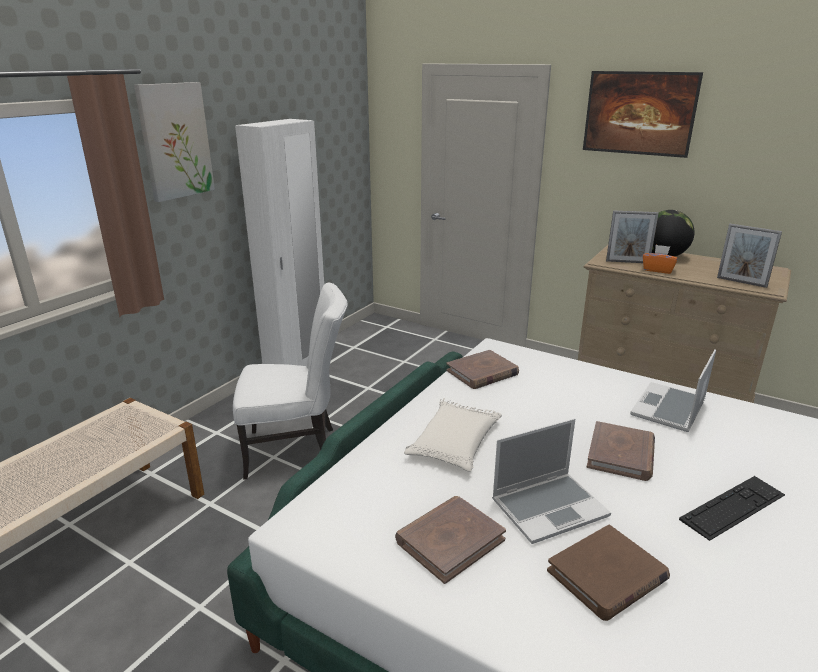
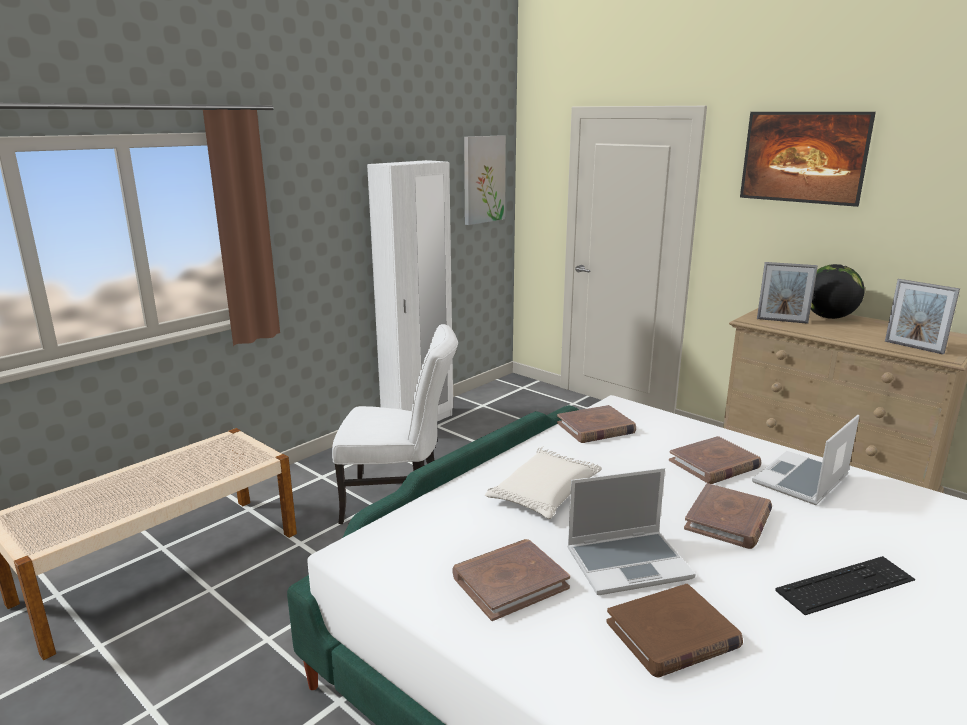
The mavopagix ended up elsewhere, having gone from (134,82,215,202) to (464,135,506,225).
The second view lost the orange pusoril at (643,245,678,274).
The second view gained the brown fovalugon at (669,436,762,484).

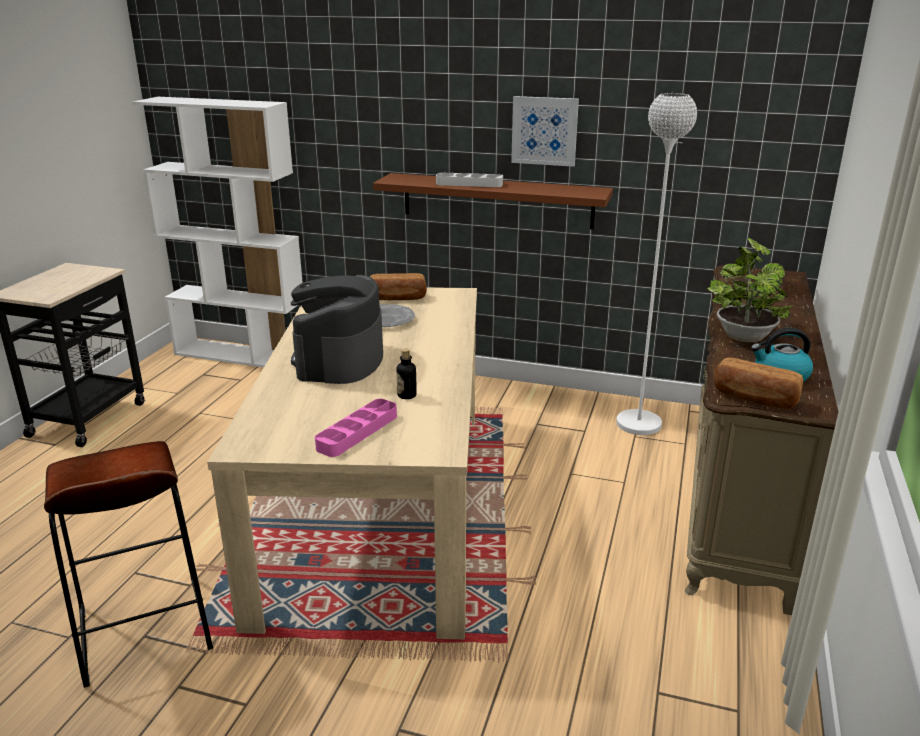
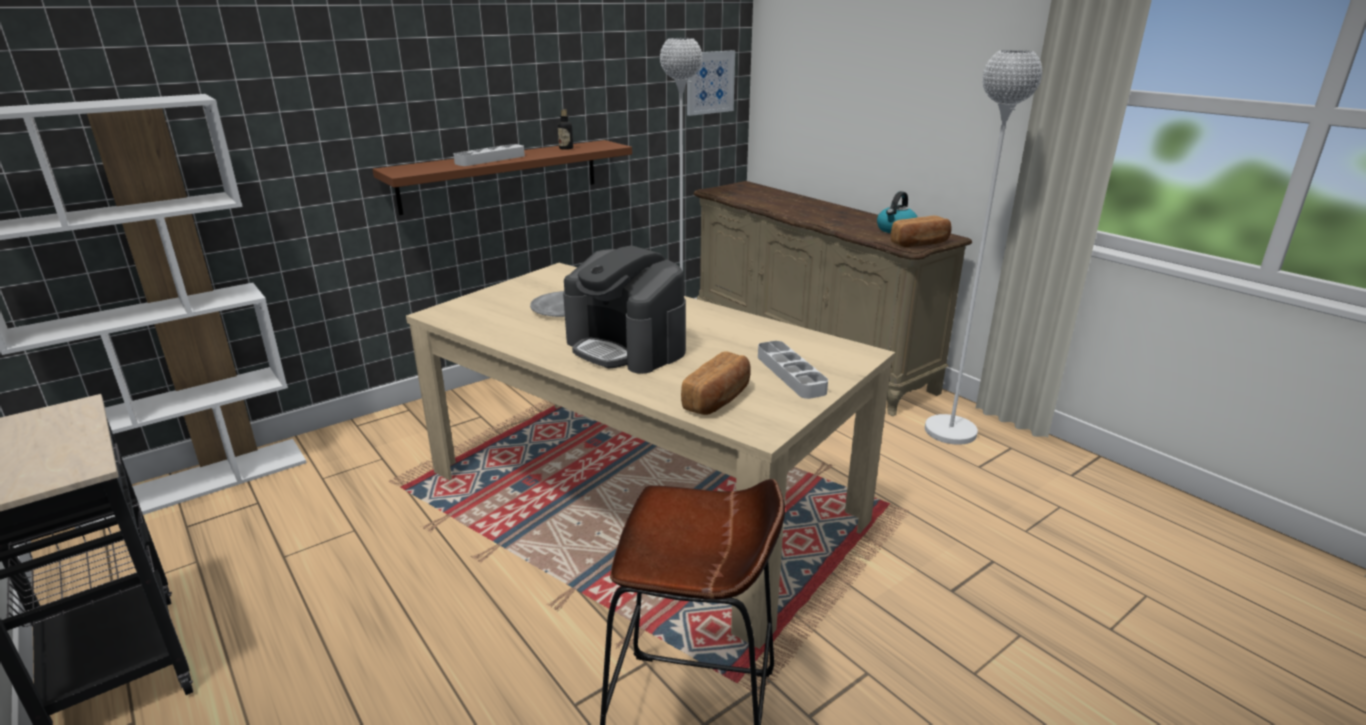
What was the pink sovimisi at (315,399,397,457) turned into the grey sovimisi at (758,341,828,399).
The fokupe ended up elsewhere, having gone from (370,273,427,300) to (681,351,751,415).
The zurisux ended up elsewhere, having gone from (396,349,417,399) to (558,110,573,150).
The mavopagix ended up elsewhere, having gone from (511,96,579,167) to (687,50,735,116).
The second view lost the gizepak at (707,238,795,342).
The second view gained the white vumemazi at (925,50,1042,445).

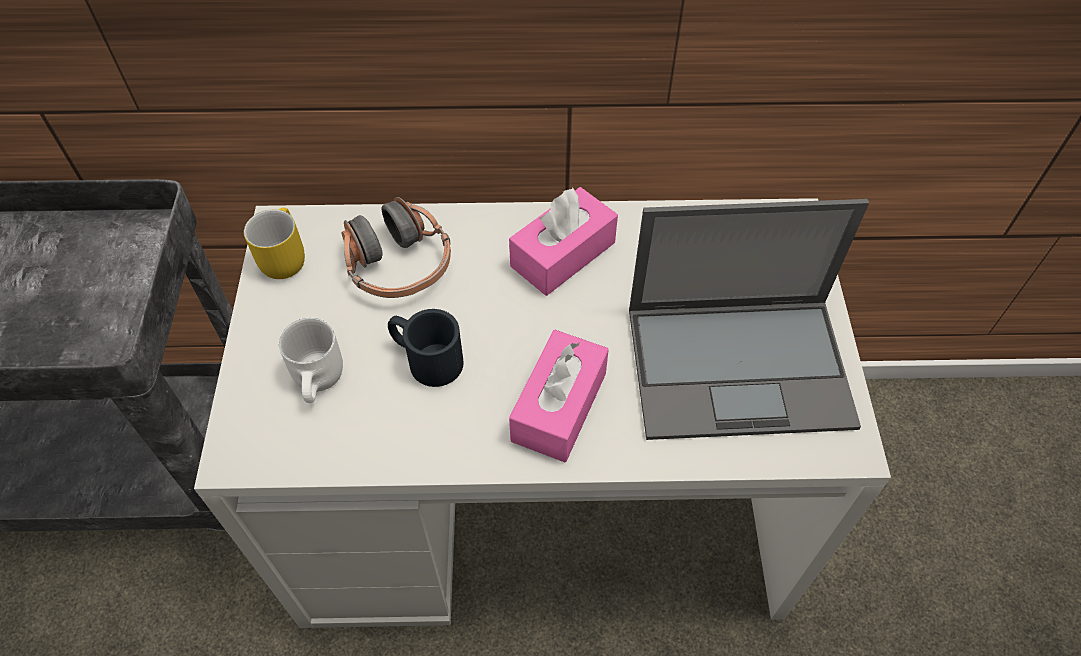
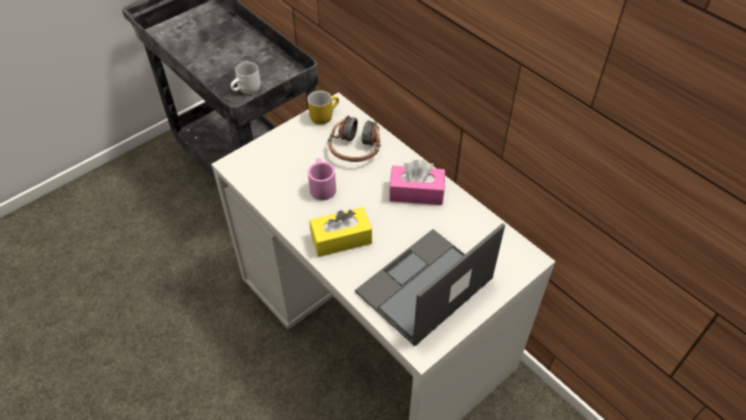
The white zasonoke ended up elsewhere, having gone from (279,318,343,403) to (230,62,261,94).
What was the black zasonoke at (388,309,464,387) turned into the pink zasonoke at (308,158,336,200).
What was the pink pusoril at (509,330,609,462) turned into the yellow pusoril at (309,207,372,257).
The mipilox at (629,199,869,440) ended up facing another way, 90 degrees clockwise from before.

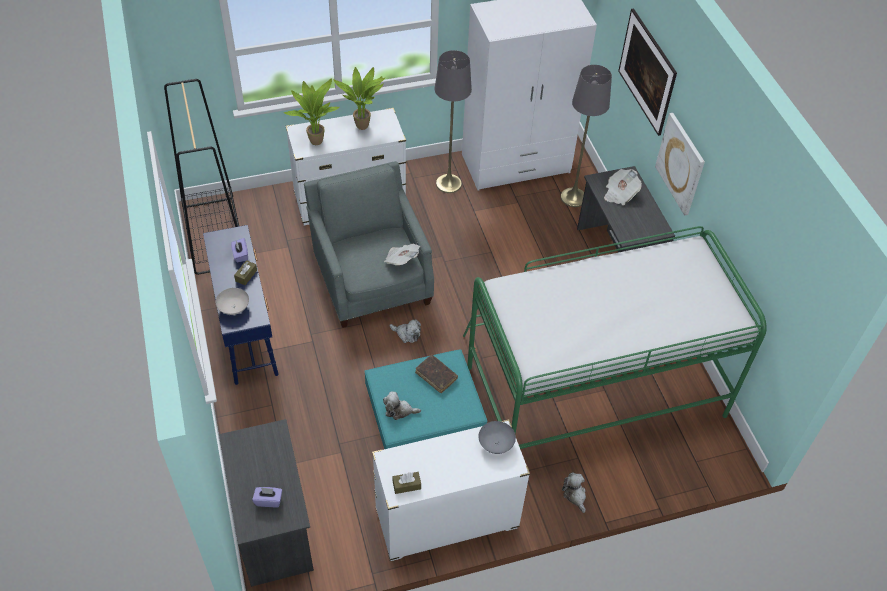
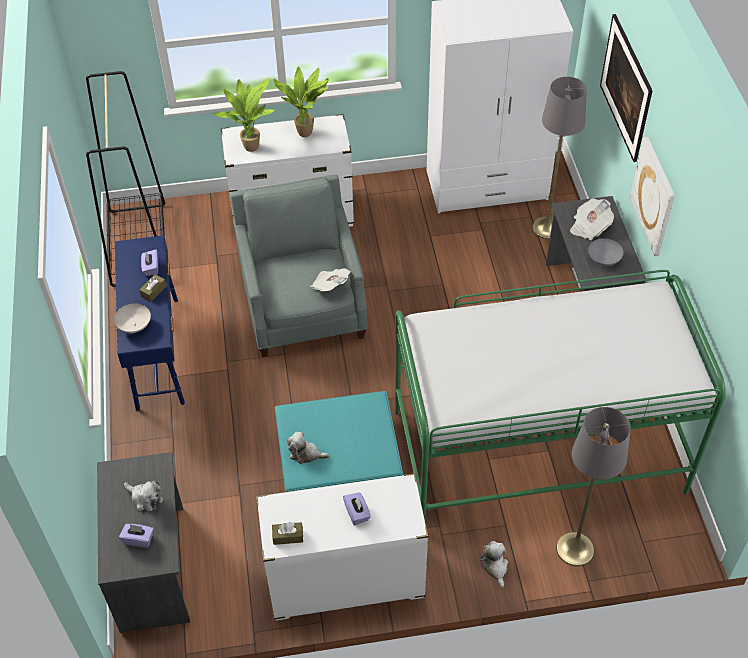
The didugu ended up elsewhere, having gone from (390,319,421,343) to (124,481,164,511).
The second view lost the brown fovalugon at (415,355,458,393).
The grey vumemazi ended up elsewhere, having gone from (435,50,472,193) to (556,407,630,566).
The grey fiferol ended up elsewhere, having gone from (479,421,516,454) to (588,238,624,266).
The second view gained the purple pusoril at (343,493,371,525).

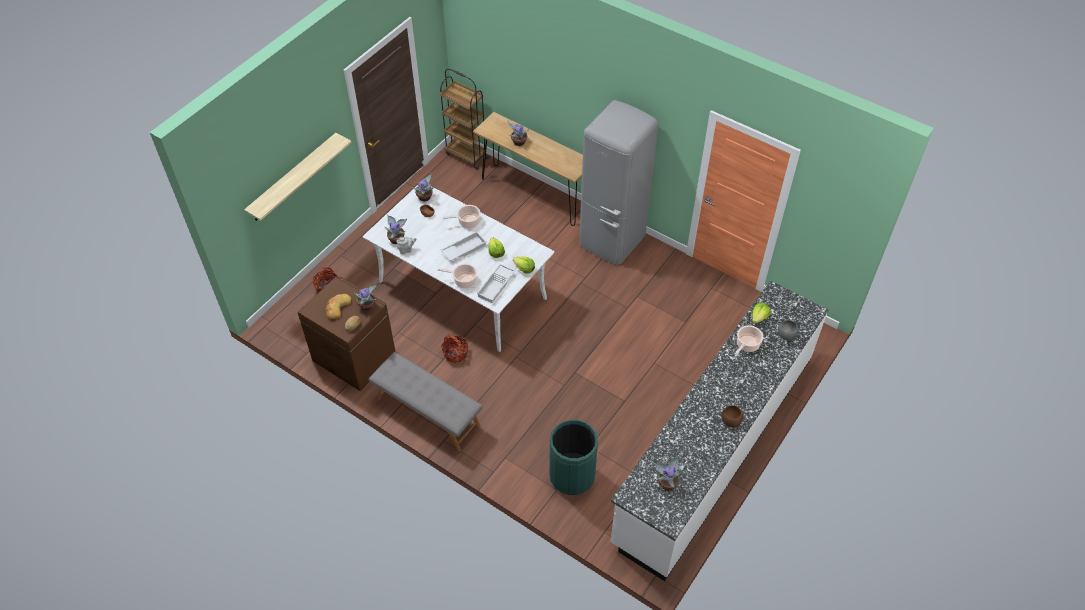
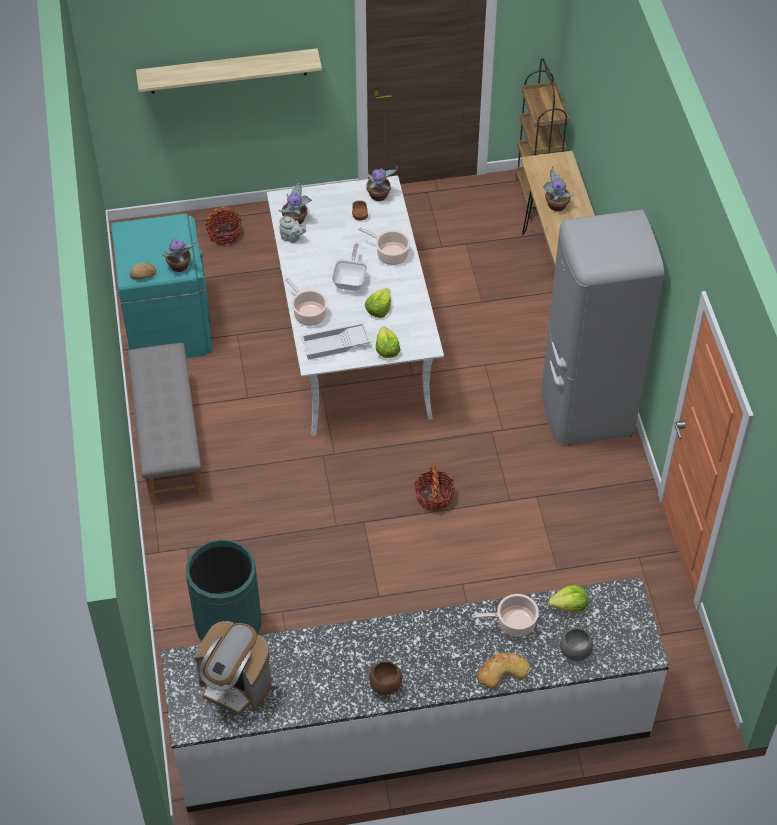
What was the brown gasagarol at (298,277,395,391) turned into the turquoise gasagarol at (111,214,212,358).
The fokupe ended up elsewhere, having gone from (326,294,351,319) to (477,653,531,689).
Where the white sovimisi stood at (440,231,487,261), the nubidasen came to stand at (332,244,367,291).
The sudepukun ended up elsewhere, having gone from (441,334,468,363) to (415,466,455,511).
Where the gizepak stood at (655,457,682,491), the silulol came to stand at (195,621,272,715).

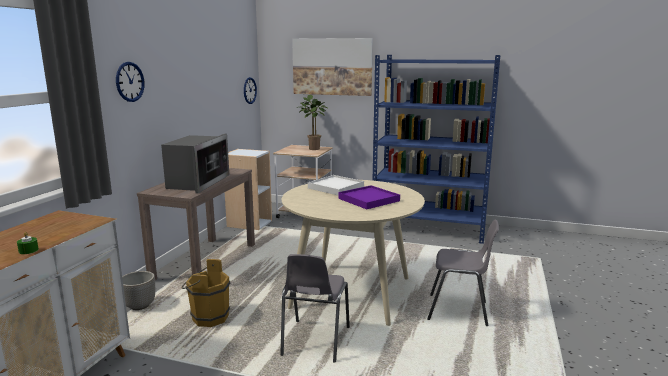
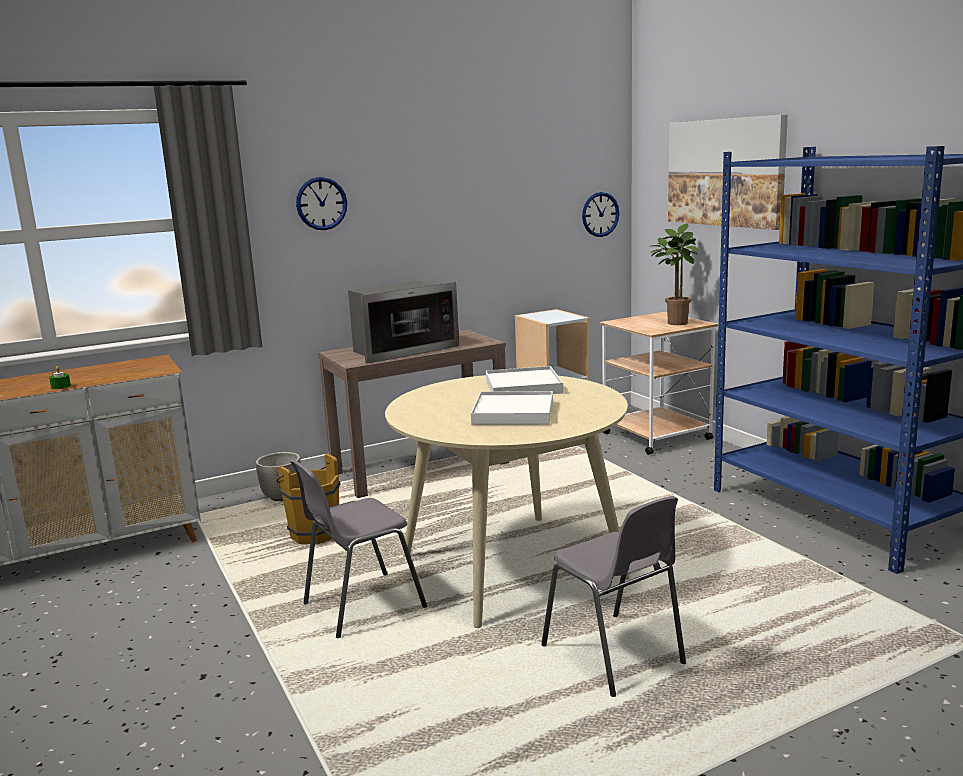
What was the purple sovimisi at (338,185,400,209) turned into the white sovimisi at (471,391,553,425).

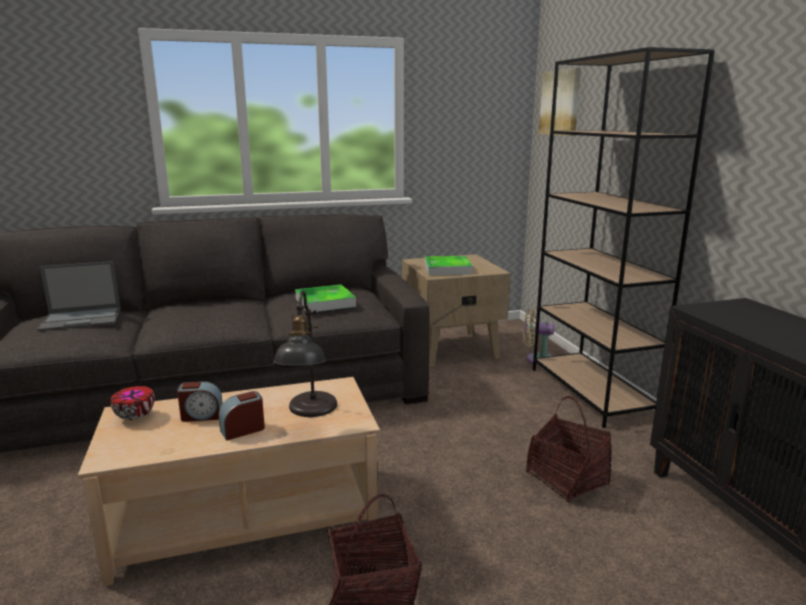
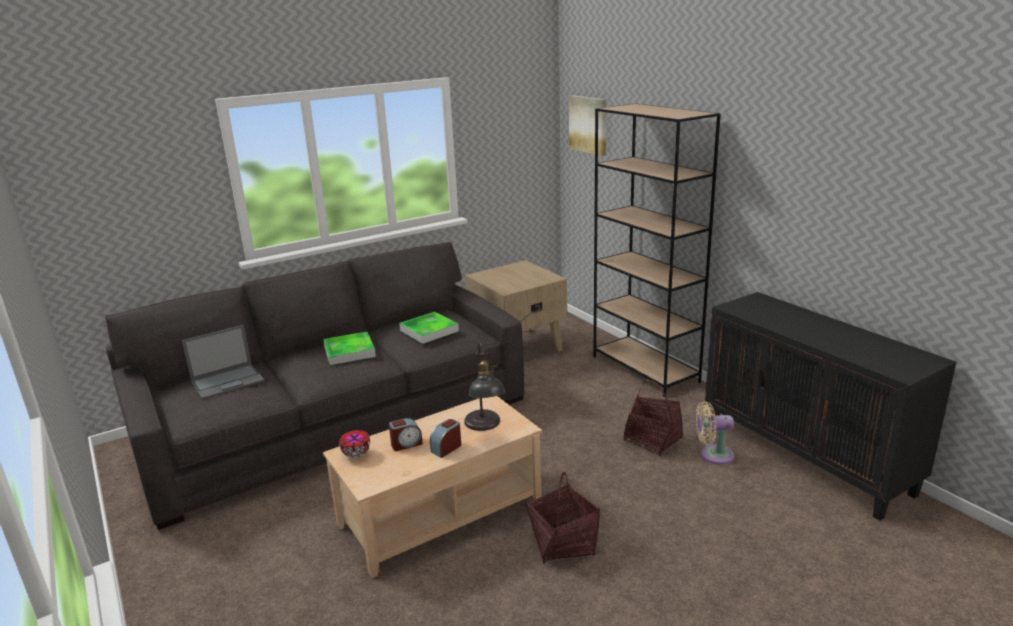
The sovimisi ended up elsewhere, having gone from (424,256,473,275) to (323,332,376,365).
The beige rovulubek ended up elsewhere, having gone from (523,309,555,365) to (696,401,734,465).

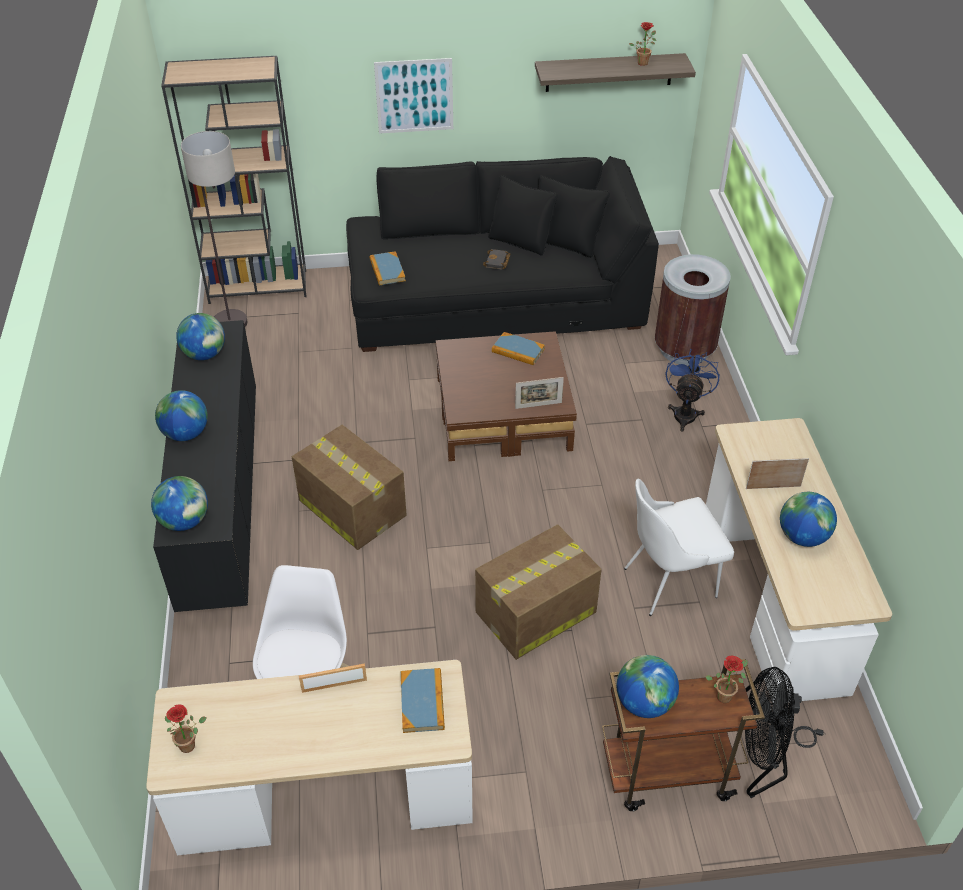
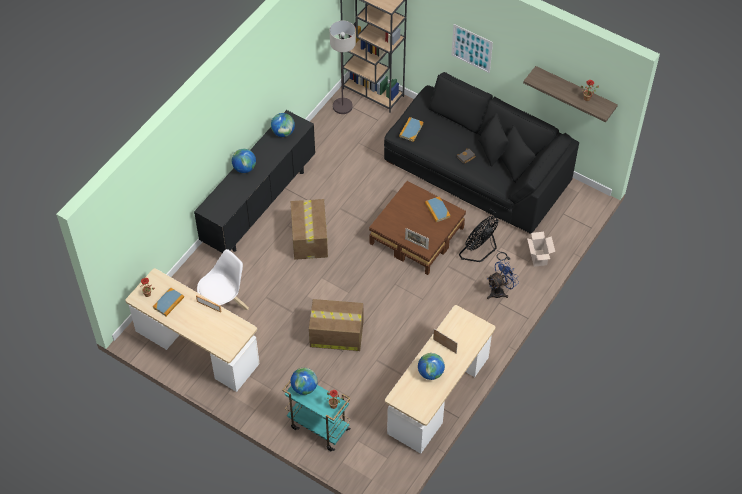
The second view lost the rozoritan at (151,476,208,531).
The fovalugon ended up elsewhere, having gone from (401,668,445,733) to (153,288,184,316).
What was the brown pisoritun at (602,659,765,811) turned into the turquoise pisoritun at (282,380,351,451).
The second view lost the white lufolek at (624,479,734,616).
Where the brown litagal stood at (655,254,731,365), the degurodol came to stand at (527,232,555,267).
The black rovulubek ended up elsewhere, having gone from (745,667,825,798) to (459,216,510,262).

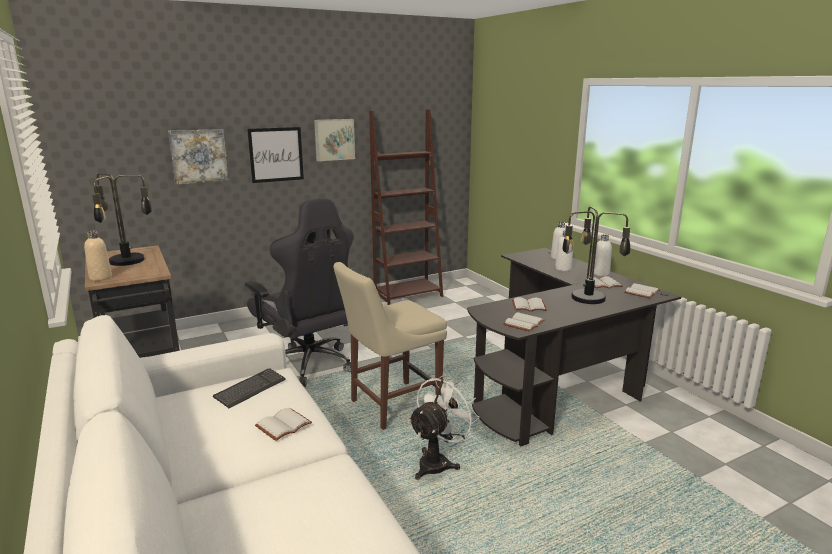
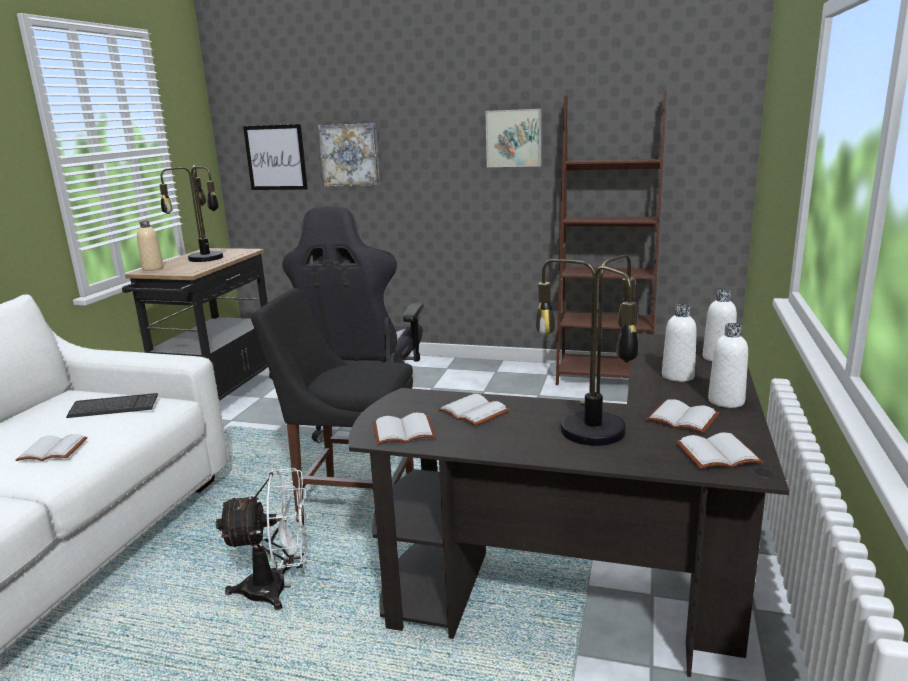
The mavopagix ended up elsewhere, having gone from (247,127,304,183) to (243,124,308,190).
What was the beige lufolek at (333,262,447,430) turned into the black lufolek at (251,288,414,522).

